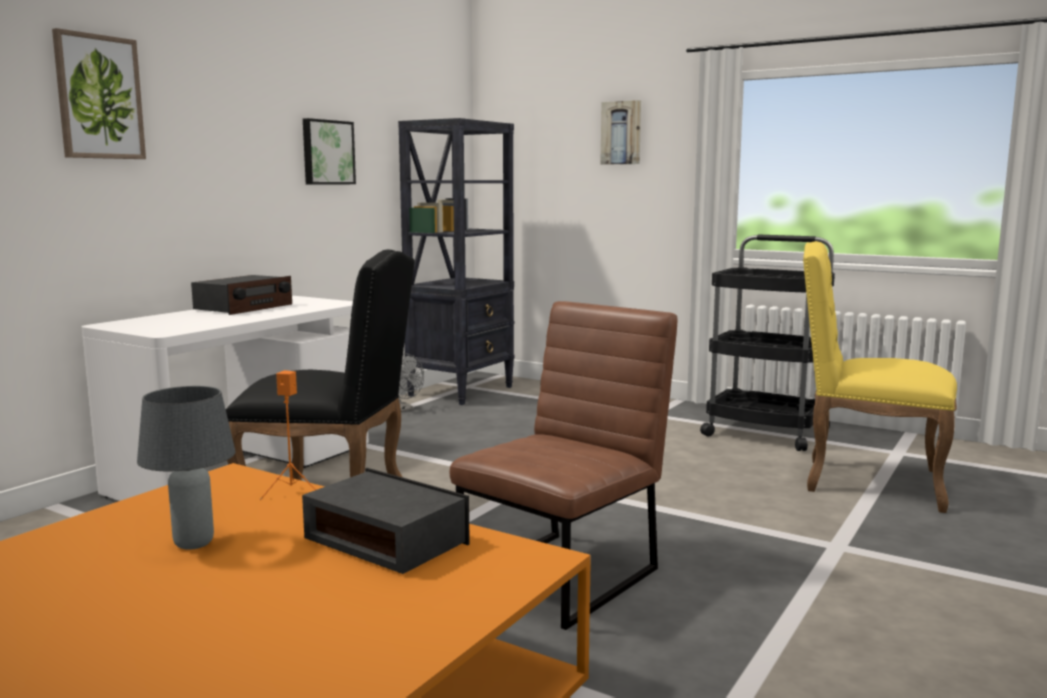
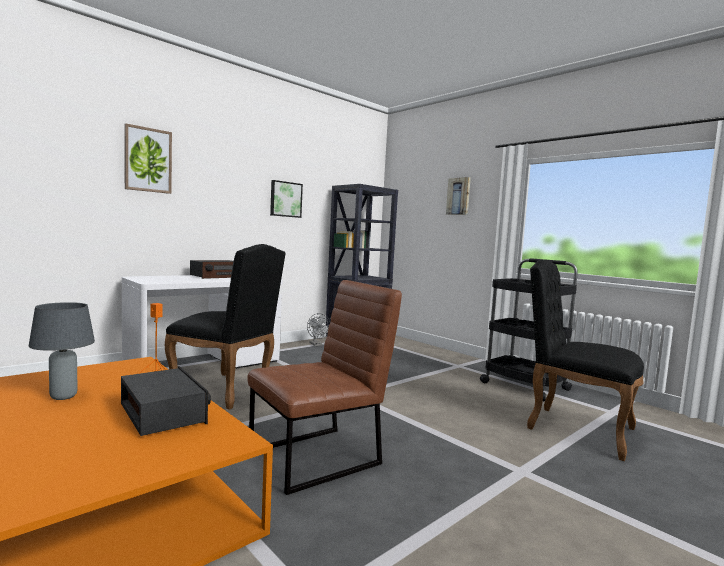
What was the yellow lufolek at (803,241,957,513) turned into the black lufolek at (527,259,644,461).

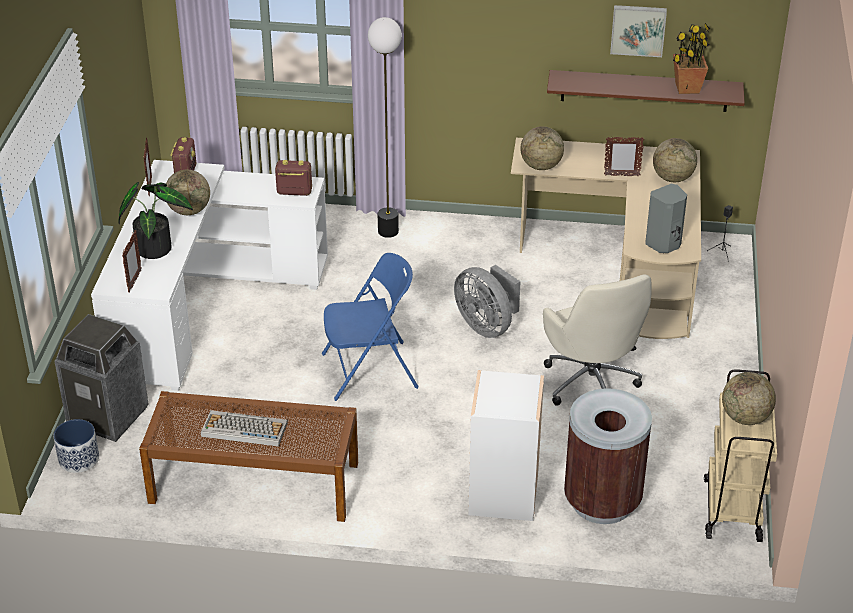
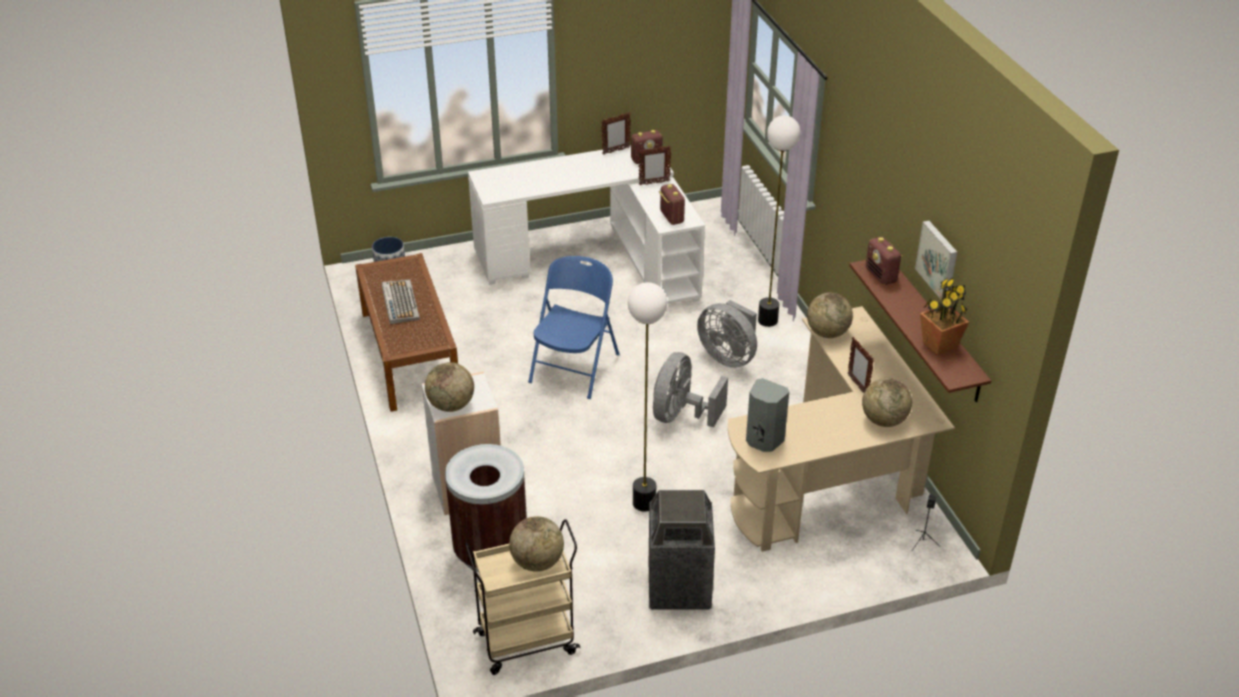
The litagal ended up elsewhere, having gone from (55,314,149,442) to (649,490,715,610).
The second view lost the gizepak at (119,182,193,259).
The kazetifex ended up elsewhere, having gone from (122,230,142,293) to (638,146,671,186).
The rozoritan ended up elsewhere, having gone from (166,170,210,215) to (425,362,474,412).
The blue lufolek at (322,253,418,401) ended up facing another way, 120 degrees counterclockwise from before.
Where the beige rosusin stood at (543,274,652,406), the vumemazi came to stand at (628,282,667,511).
The second view gained the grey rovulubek at (697,300,757,368).
The second view gained the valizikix at (866,237,903,285).

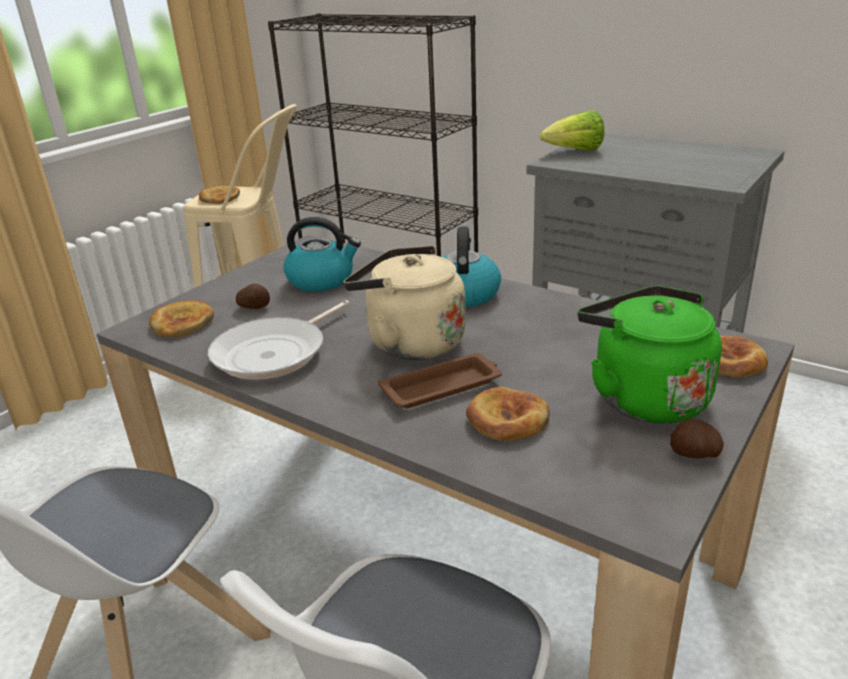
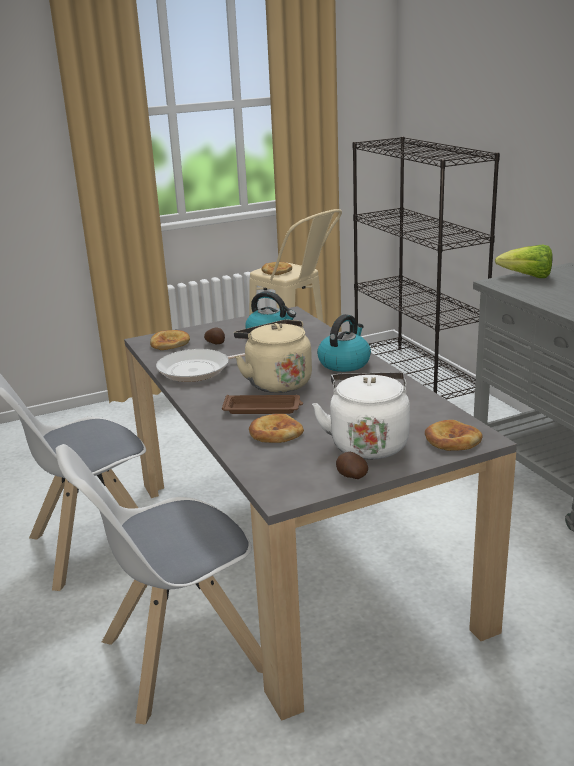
What was the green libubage at (578,286,722,424) turned into the white libubage at (312,372,410,459).

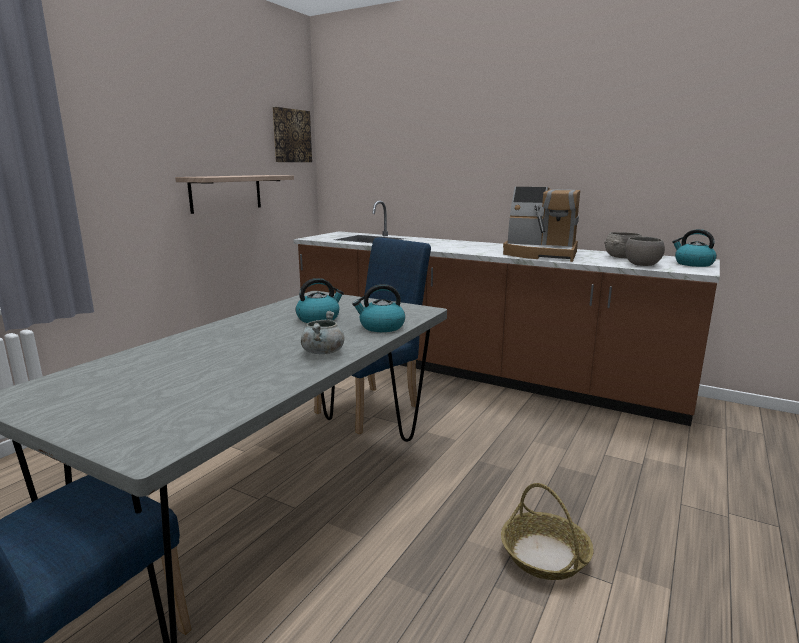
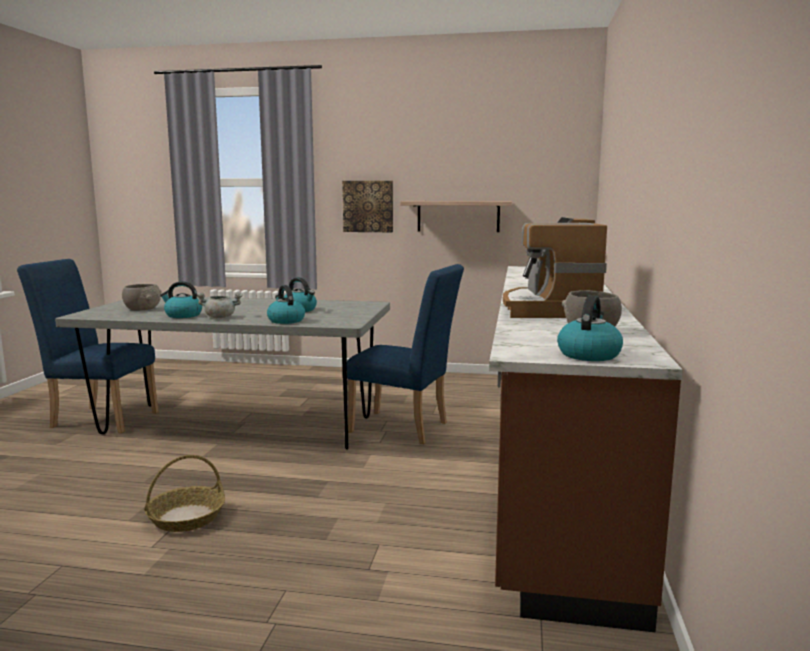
The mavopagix ended up elsewhere, having gone from (272,107,312,162) to (342,181,393,232).
The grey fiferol ended up elsewhere, having gone from (625,236,665,266) to (122,284,162,311).
The second view gained the libubage at (160,281,202,318).

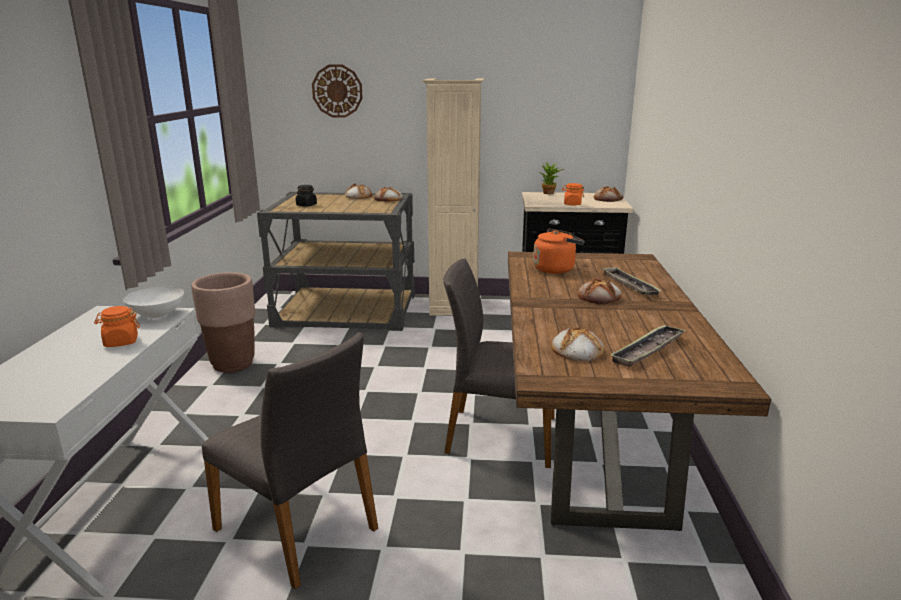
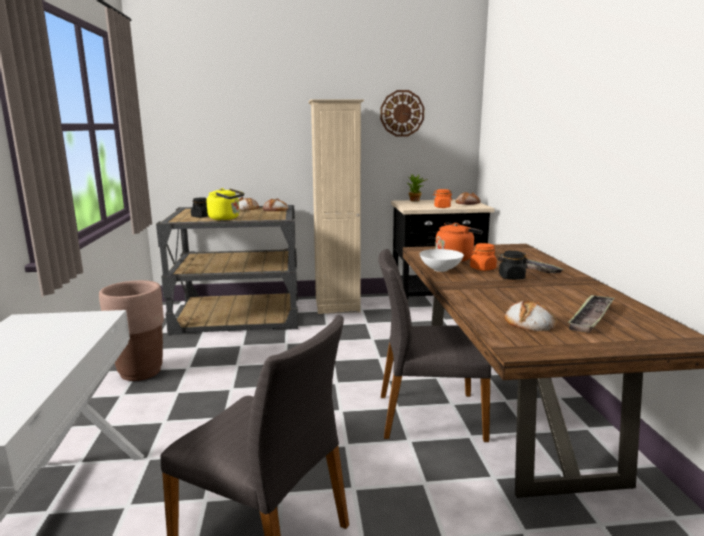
The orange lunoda ended up elsewhere, having gone from (94,306,140,347) to (470,243,497,271).
The white fiferol ended up elsewhere, having gone from (123,286,184,318) to (420,249,464,272).
The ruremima ended up elsewhere, having gone from (312,64,363,118) to (380,90,424,137).
Where the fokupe stood at (578,278,622,304), the black lunoda came to stand at (498,250,528,280).
The second view gained the yellow libubage at (207,188,244,220).

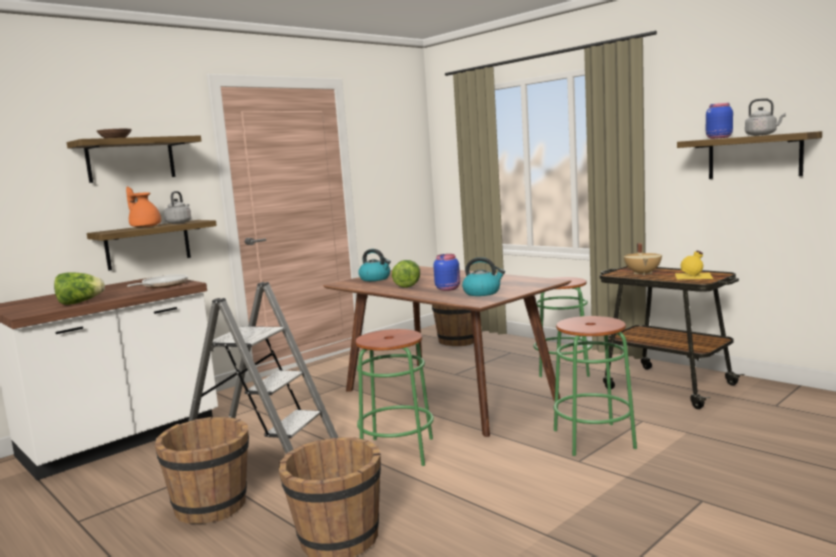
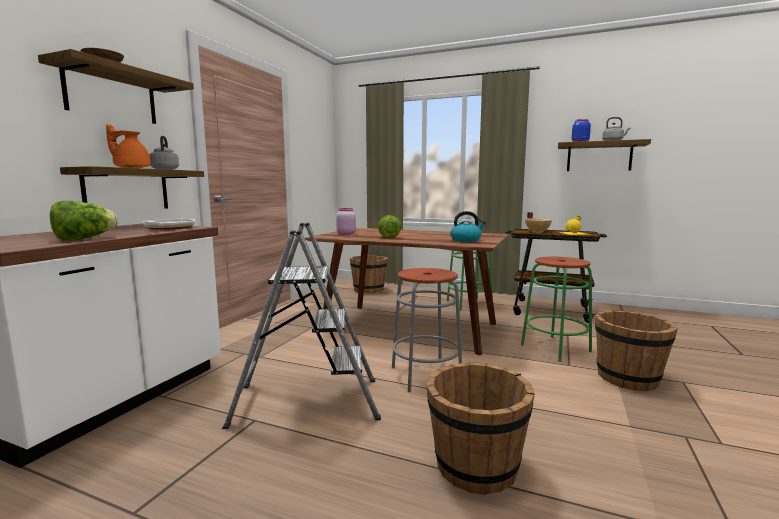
The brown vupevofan ended up elsewhere, having gone from (155,417,249,524) to (595,310,678,391).
What was the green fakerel at (355,329,434,466) turned into the grey fakerel at (392,268,462,392).
Where the libubage stood at (358,249,391,281), the pink lunoda came to stand at (336,208,356,235).
The second view lost the blue lunoda at (433,254,460,291).

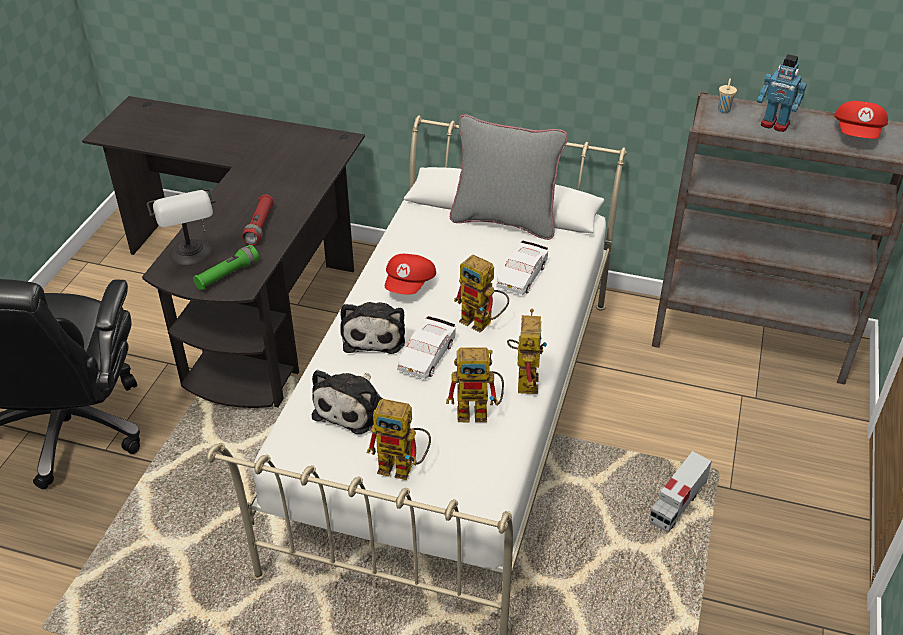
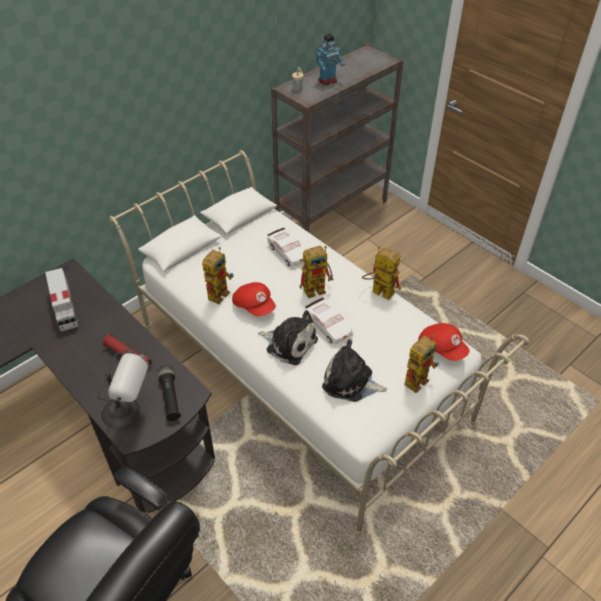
What was the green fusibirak at (193,245,259,290) turned into the black fusibirak at (158,365,181,421).
The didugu at (312,370,383,434) ended up facing another way, 150 degrees clockwise from before.
The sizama ended up elsewhere, having gone from (446,347,504,422) to (202,247,234,304).
The second view lost the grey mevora at (450,114,568,240).
The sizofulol ended up elsewhere, having gone from (649,451,712,533) to (45,268,78,332).
The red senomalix ended up elsewhere, having gone from (834,101,888,139) to (418,323,469,361).

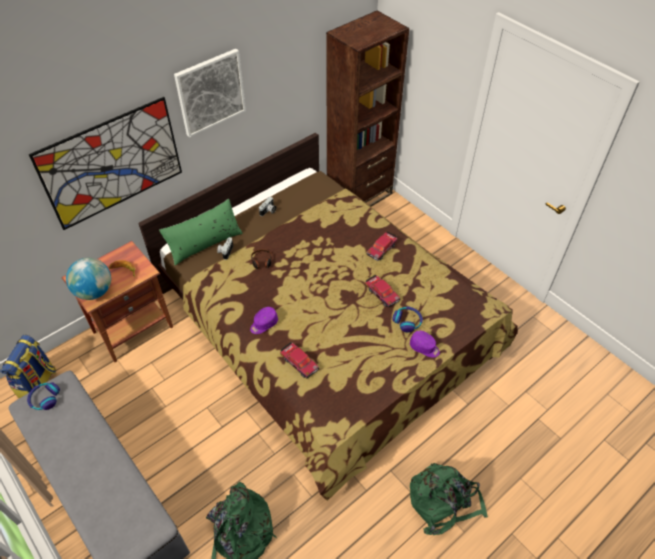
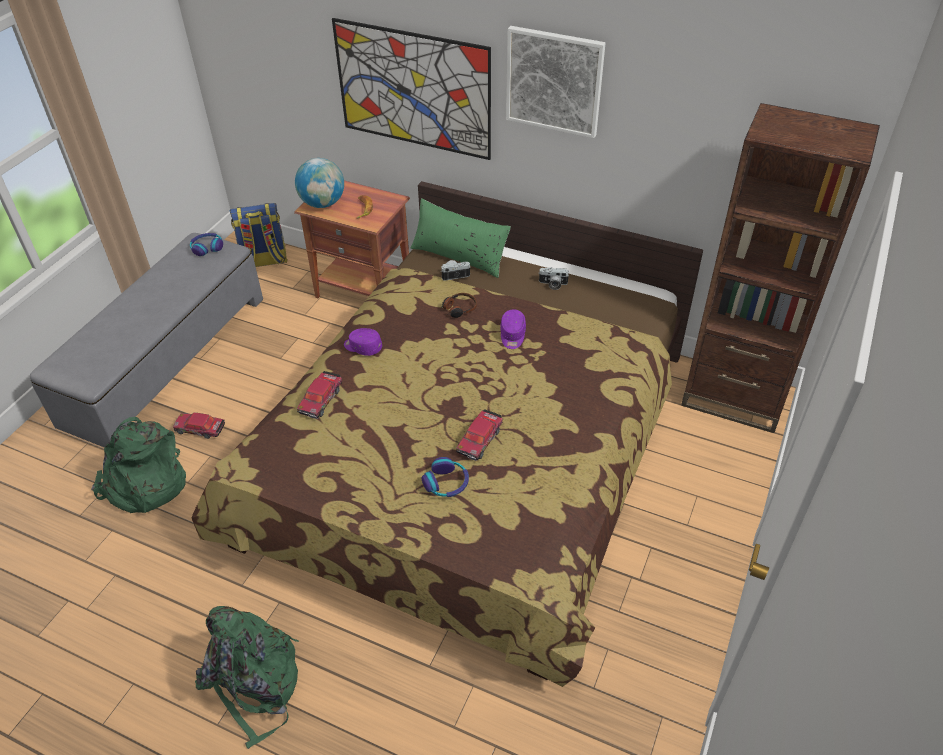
The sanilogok ended up elsewhere, having gone from (367,232,398,261) to (173,412,225,439).
The purple senomalix ended up elsewhere, having gone from (410,331,440,357) to (501,309,526,349).

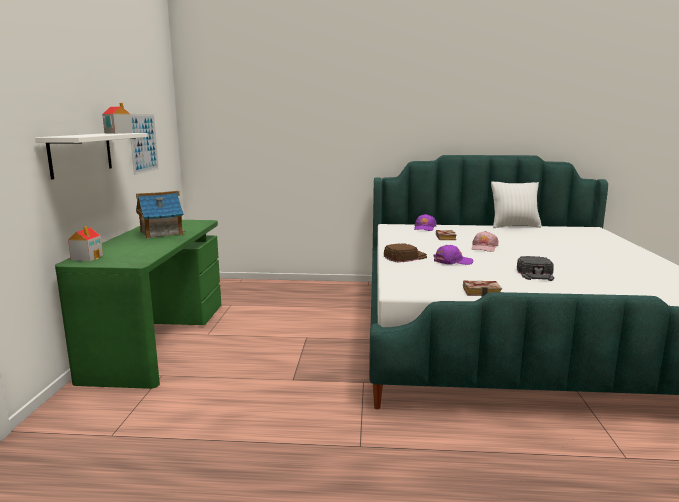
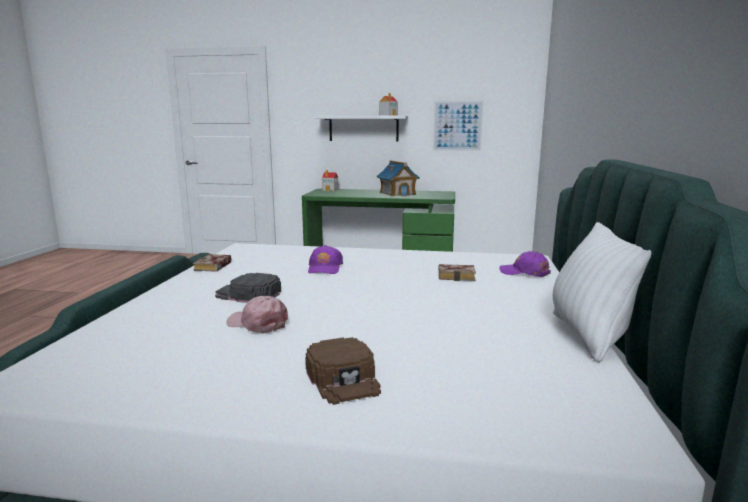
The brown senomalix ended up elsewhere, having gone from (384,243,427,262) to (305,337,381,405).
The pink senomalix ended up elsewhere, having gone from (471,231,499,252) to (227,296,288,333).

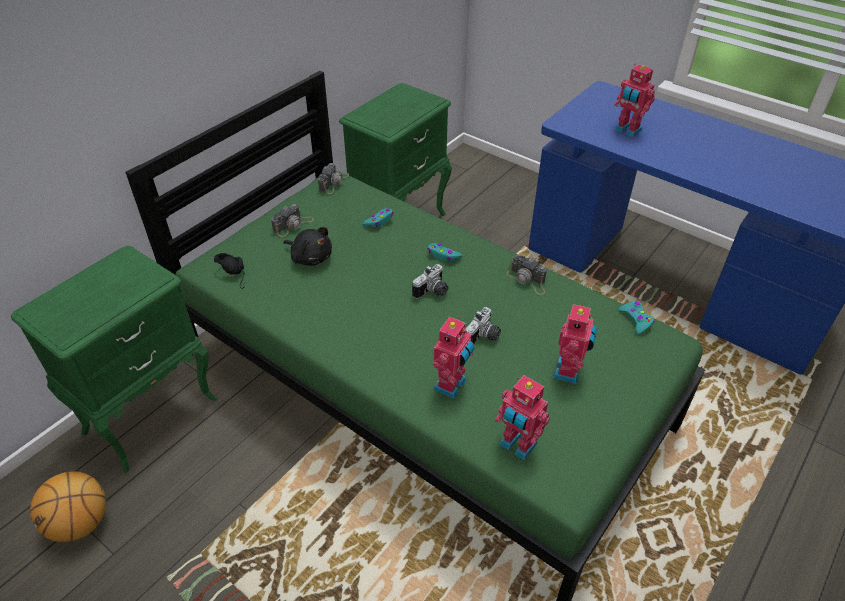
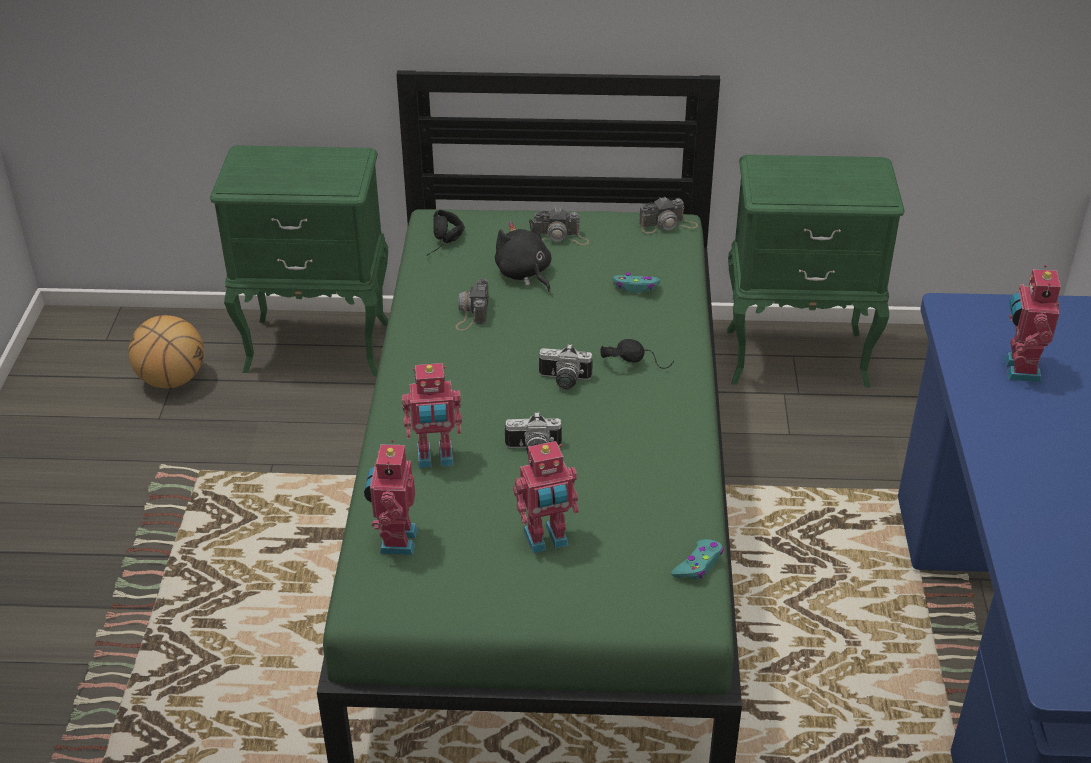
The black didugu at (284,227,332,266) ended up facing another way, 150 degrees clockwise from before.
Where the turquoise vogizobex stood at (428,243,462,261), the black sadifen came to stand at (600,339,674,369).
The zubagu ended up elsewhere, having gone from (506,255,547,295) to (455,279,489,330).

